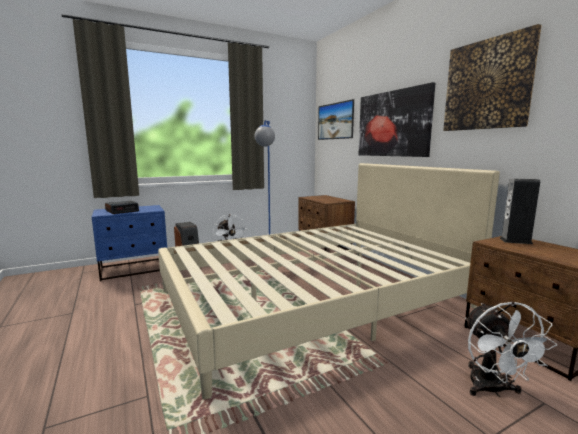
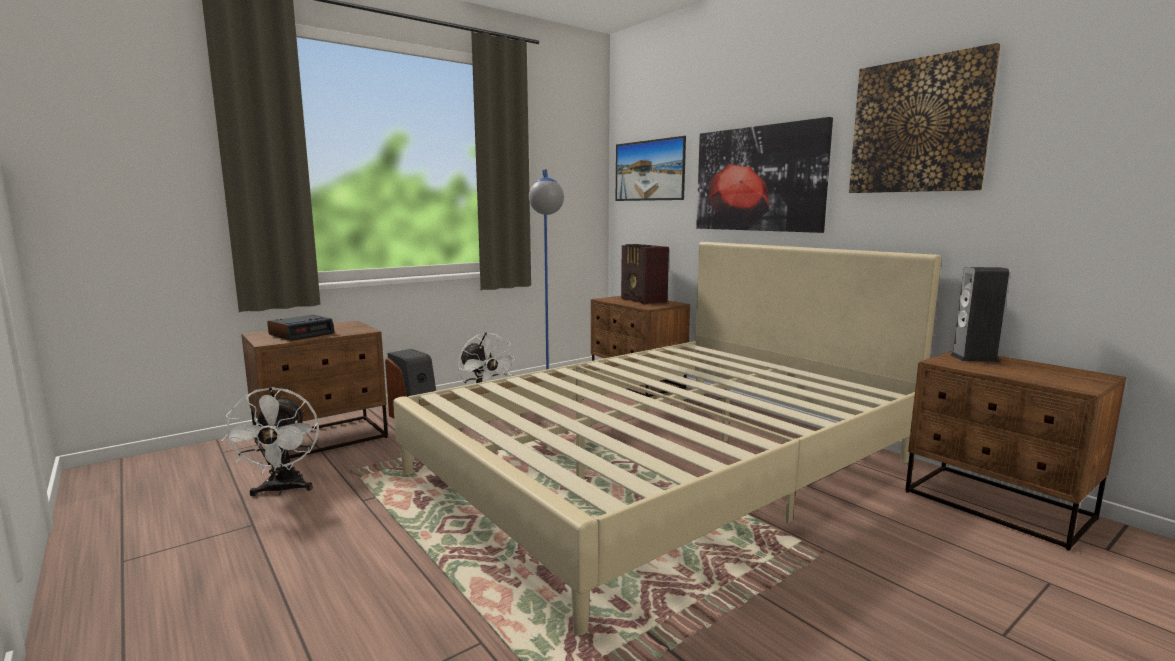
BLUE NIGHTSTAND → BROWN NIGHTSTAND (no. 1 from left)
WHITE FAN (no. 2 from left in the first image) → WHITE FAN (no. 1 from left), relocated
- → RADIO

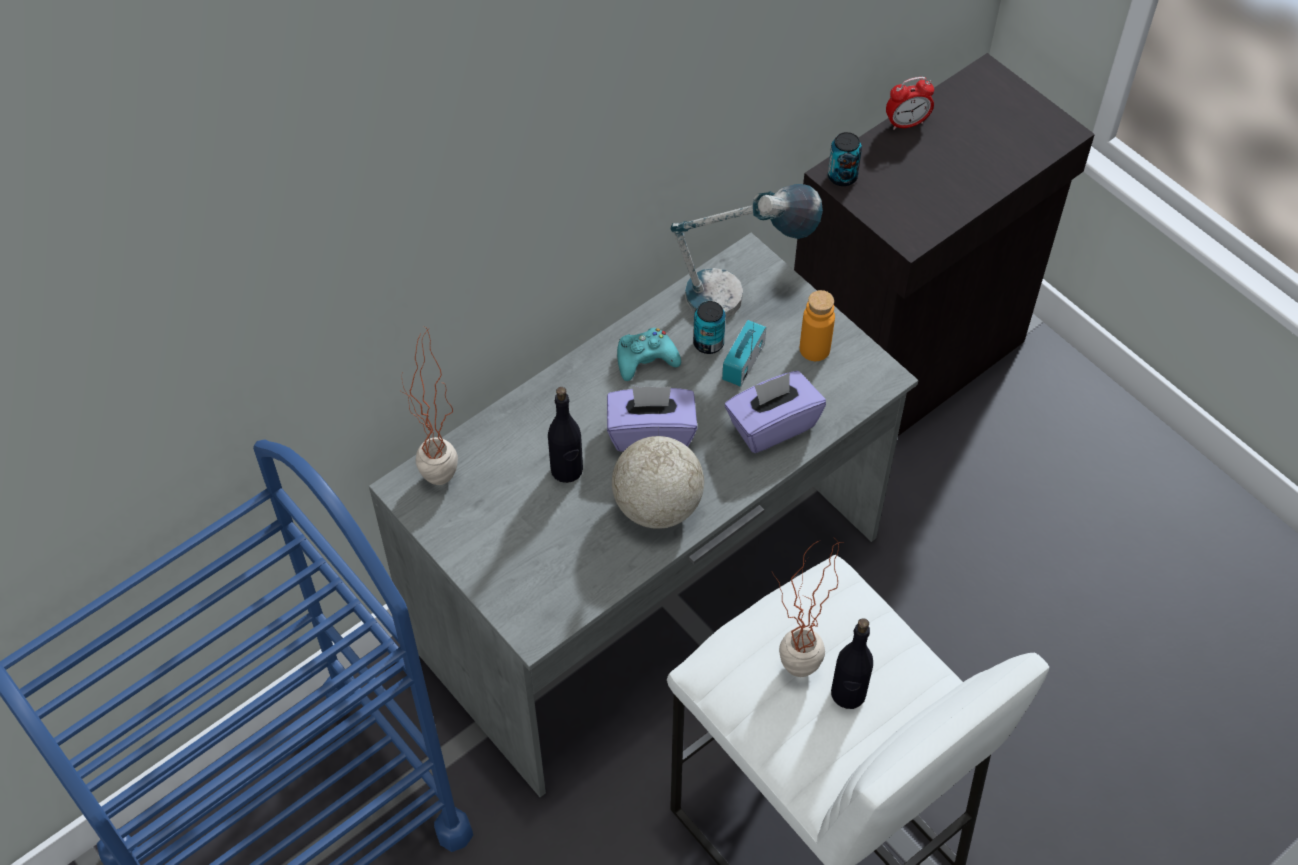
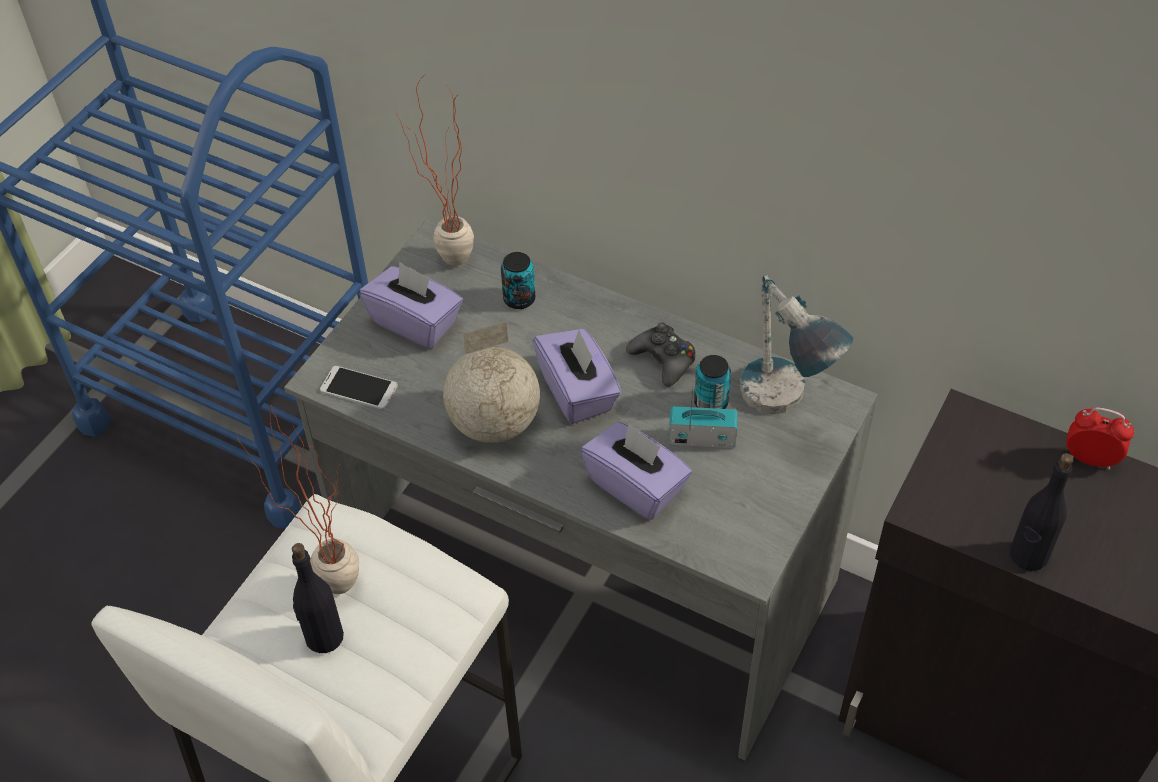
BLACK BOTTLE (no. 1 from left in the first image) → BLACK BOTTLE (no. 2 from left), relocated
TURQUOISE GAME CONTROLLER → BLACK GAME CONTROLLER
ORANGE BOTTLE → -
CAN (no. 2 from left in the first image) → CAN (no. 1 from left), relocated
ALARM CLOCK, 150 degrees clockwise
- → PHONE
- → PURPLE TISSUE BOX (no. 1 from left)

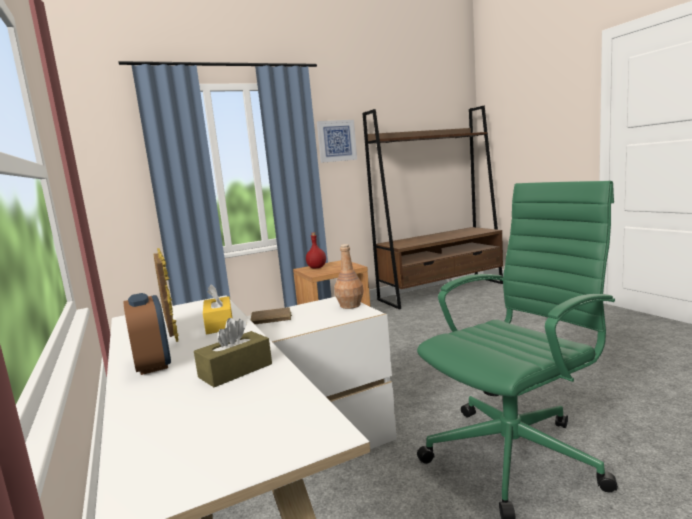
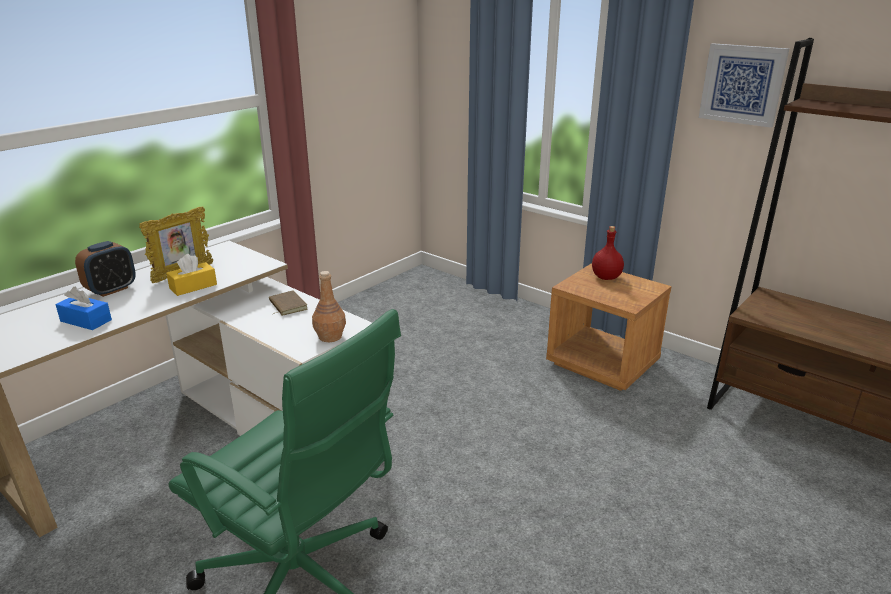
BROWN TISSUE BOX → BLUE TISSUE BOX

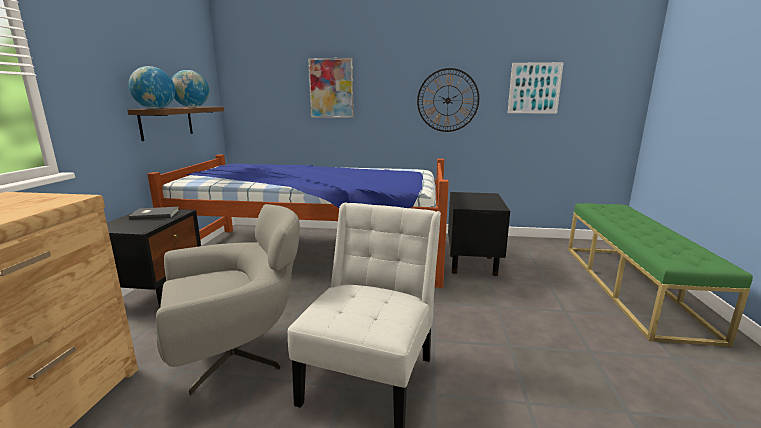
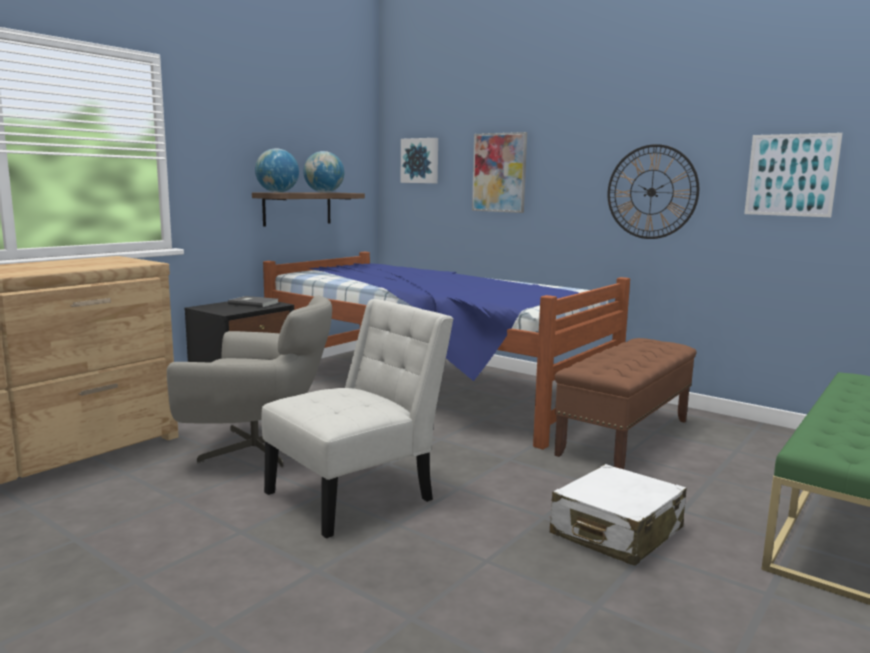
BLACK NIGHTSTAND (no. 2 from left) → BROWN BENCH
- → PICTURE (no. 1 from left)
- → WHITE SUITCASE

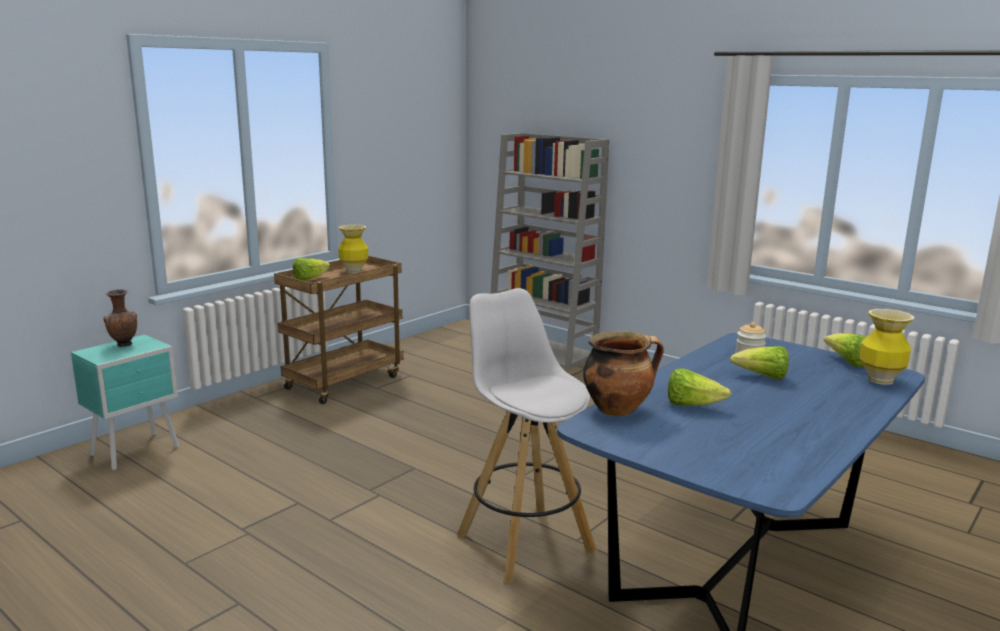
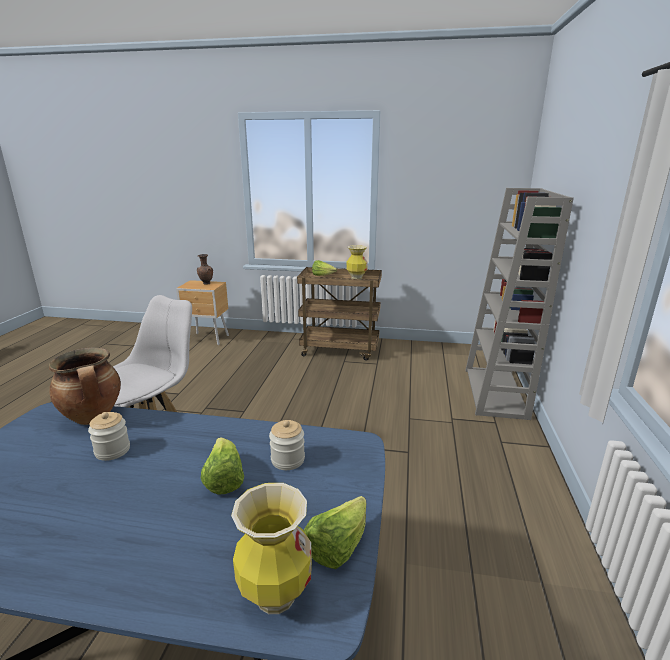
TURQUOISE NIGHTSTAND → BROWN NIGHTSTAND
LETTUCE (no. 2 from left) → JAR (no. 1 from left)

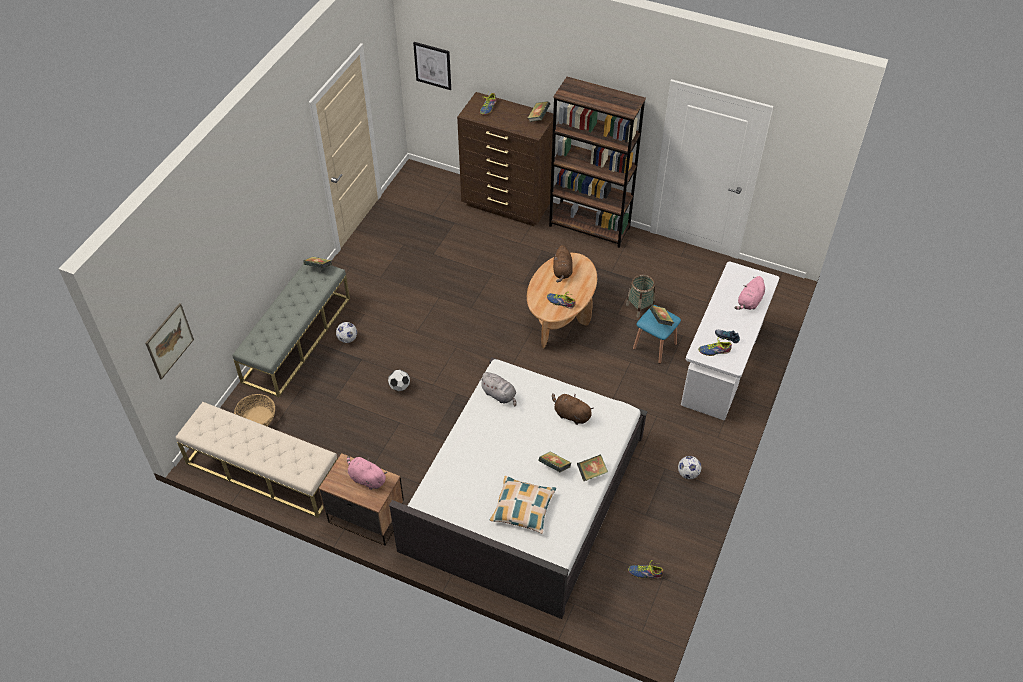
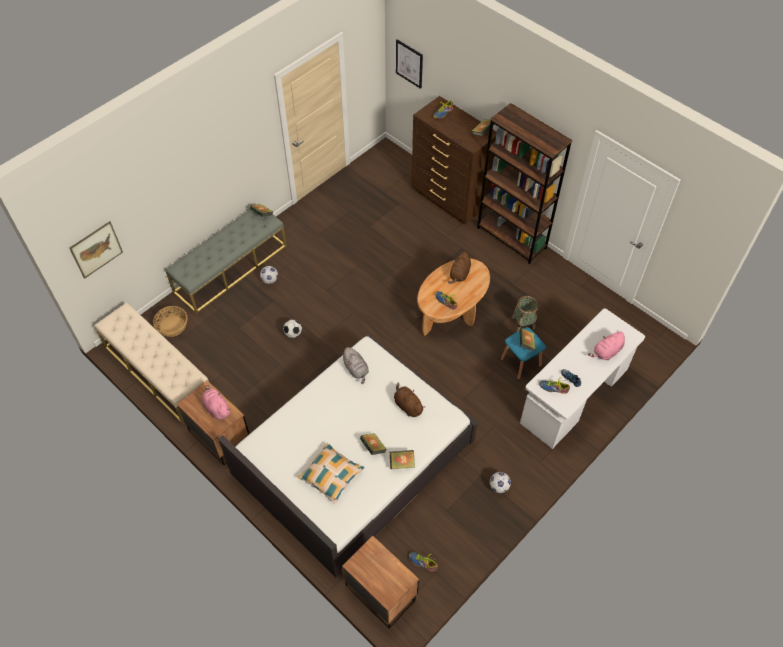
- → NIGHTSTAND (no. 2 from left)

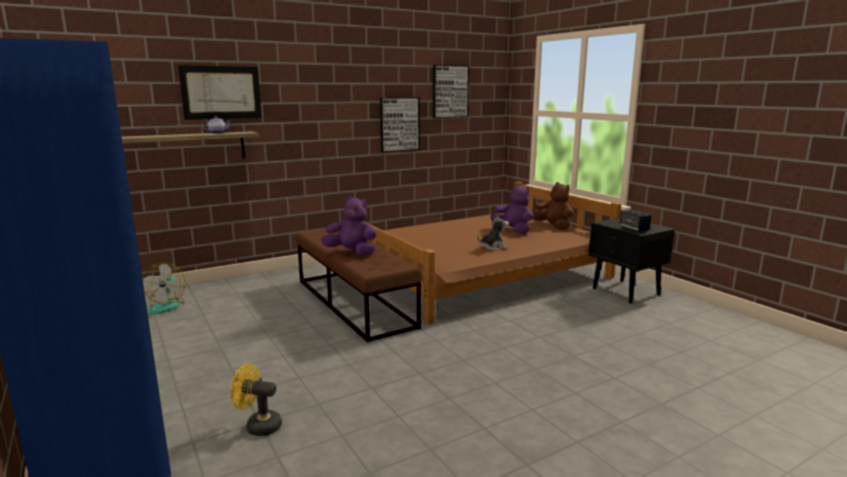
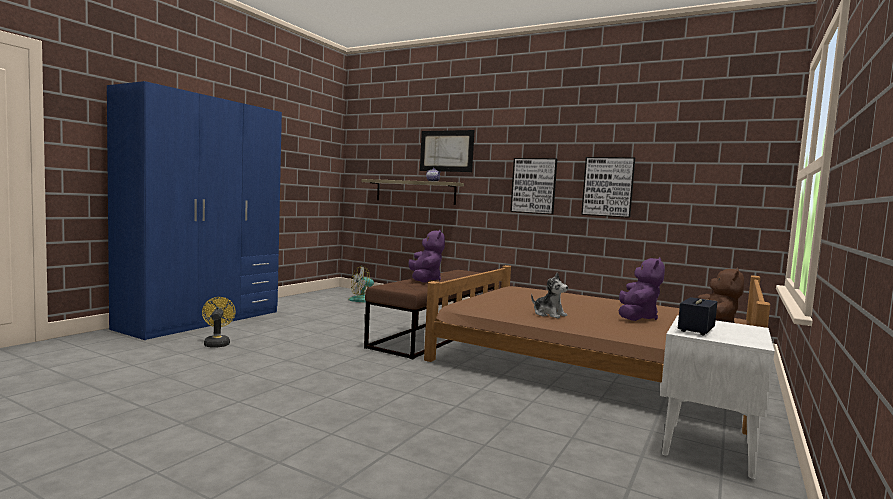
PICTURE (no. 3 from left in the first image) → PICTURE (no. 2 from left), relocated
BLACK NIGHTSTAND → WHITE NIGHTSTAND

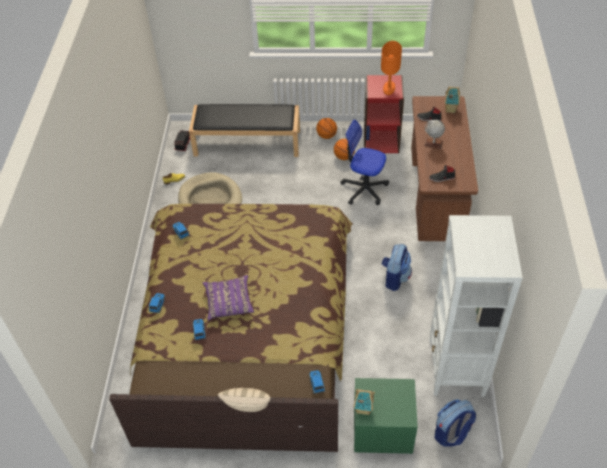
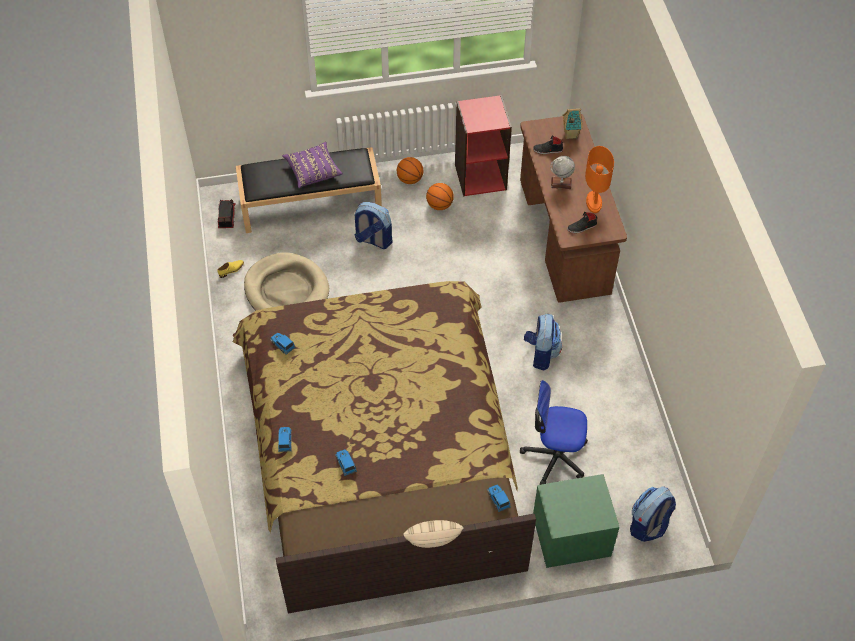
PURPLE PILLOW, relocated
OFFICE CHAIR, relocated
TOY HOUSE (no. 1 from left) → -
ORANGE TABLE LAMP, relocated
WHITE BOOKCASE → -
- → BACKPACK (no. 1 from left)

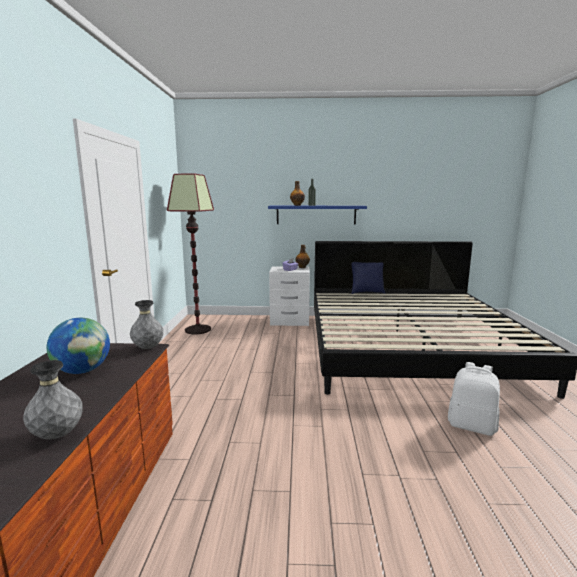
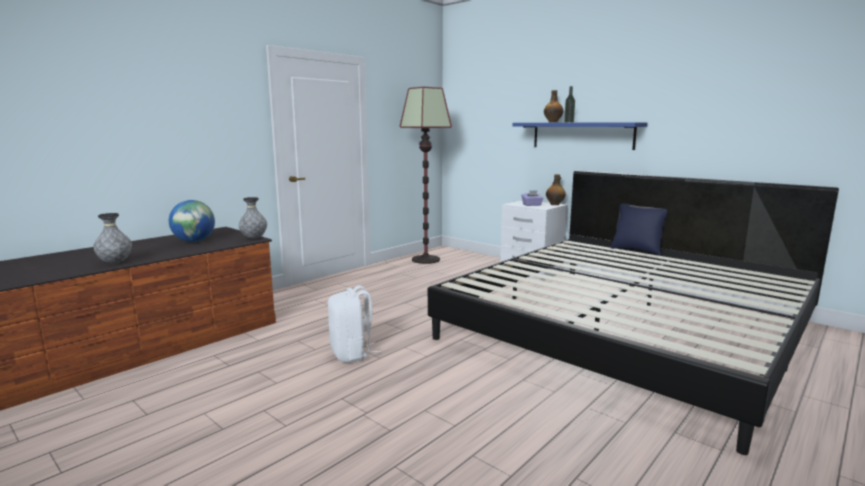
WHITE BACKPACK, relocated

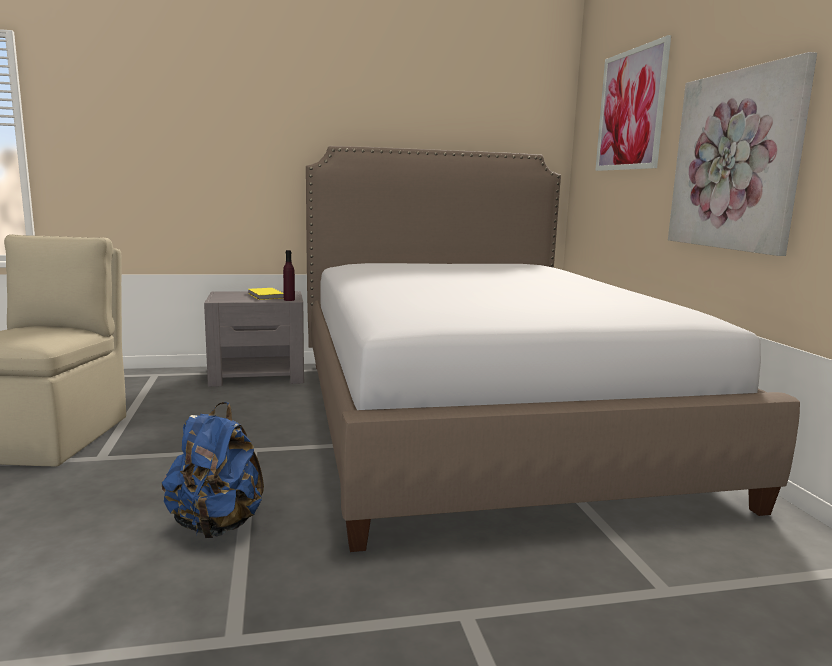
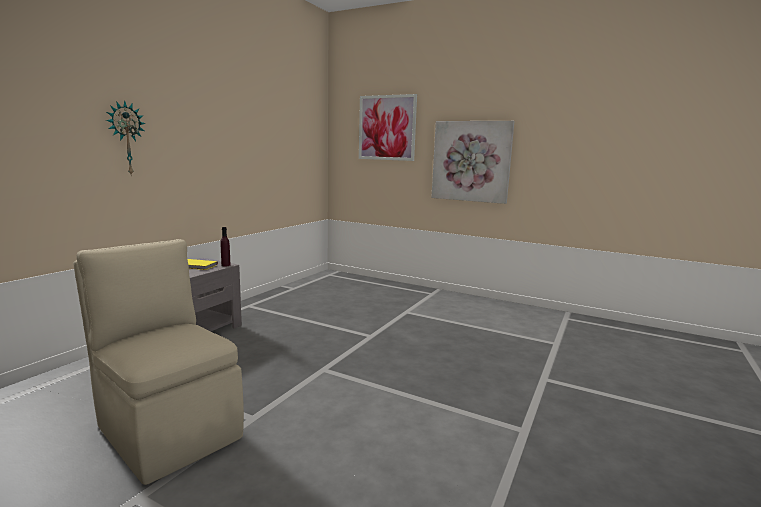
BLUE BACKPACK → -
BED → -
- → WALL CLOCK

